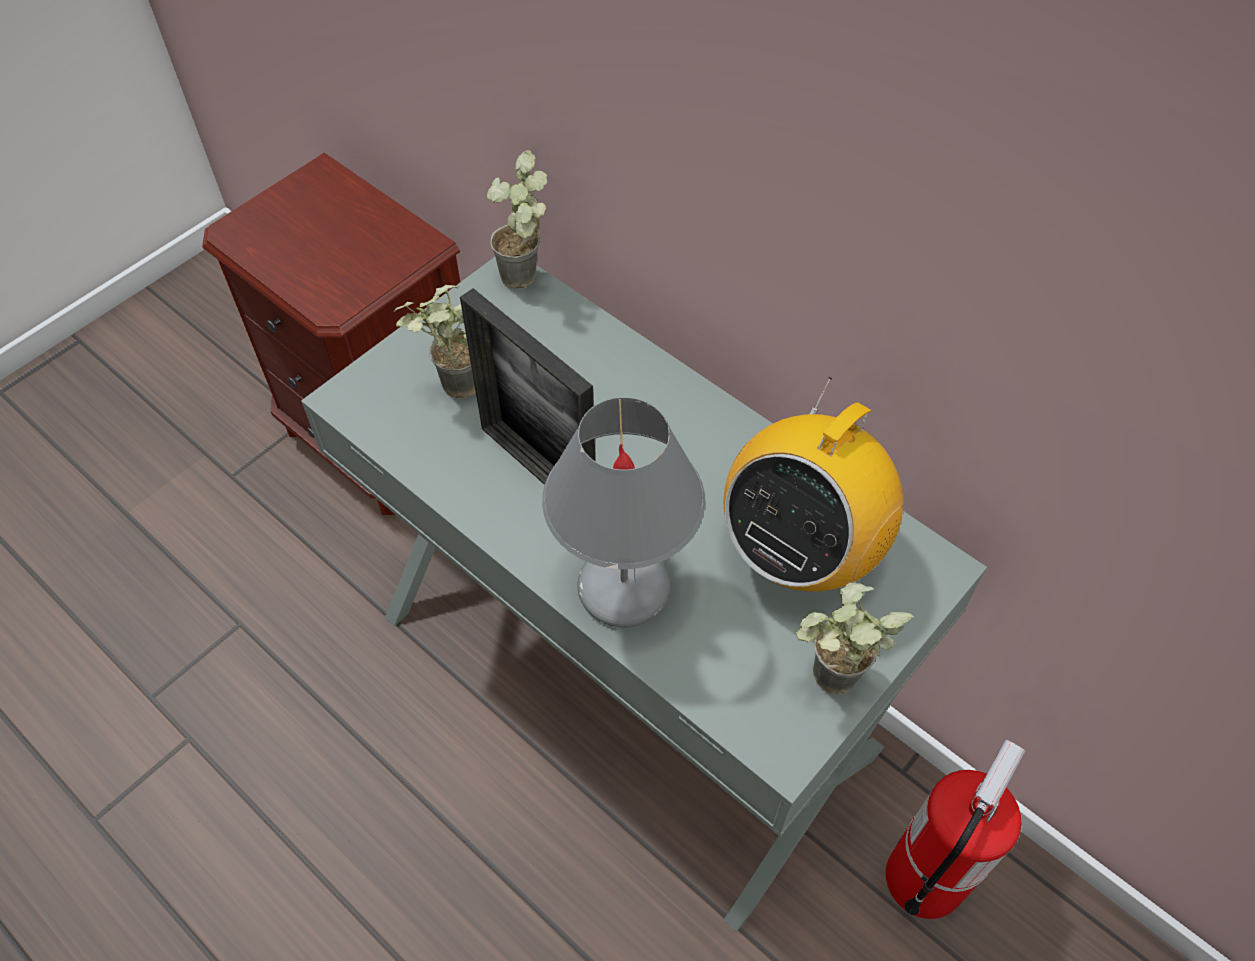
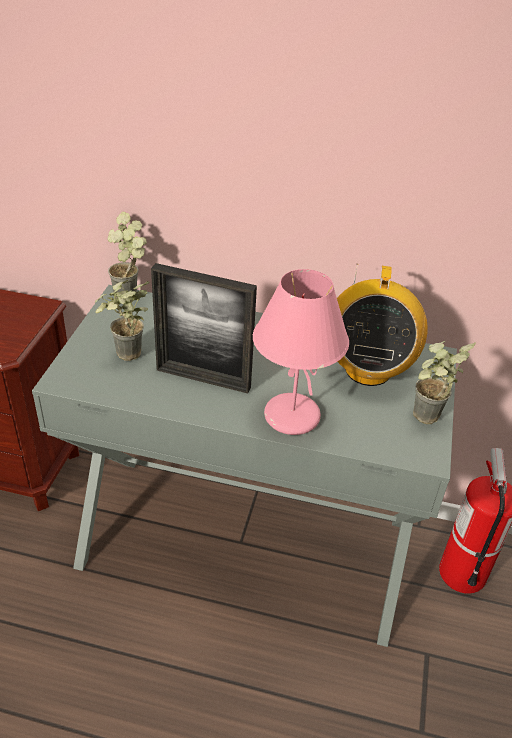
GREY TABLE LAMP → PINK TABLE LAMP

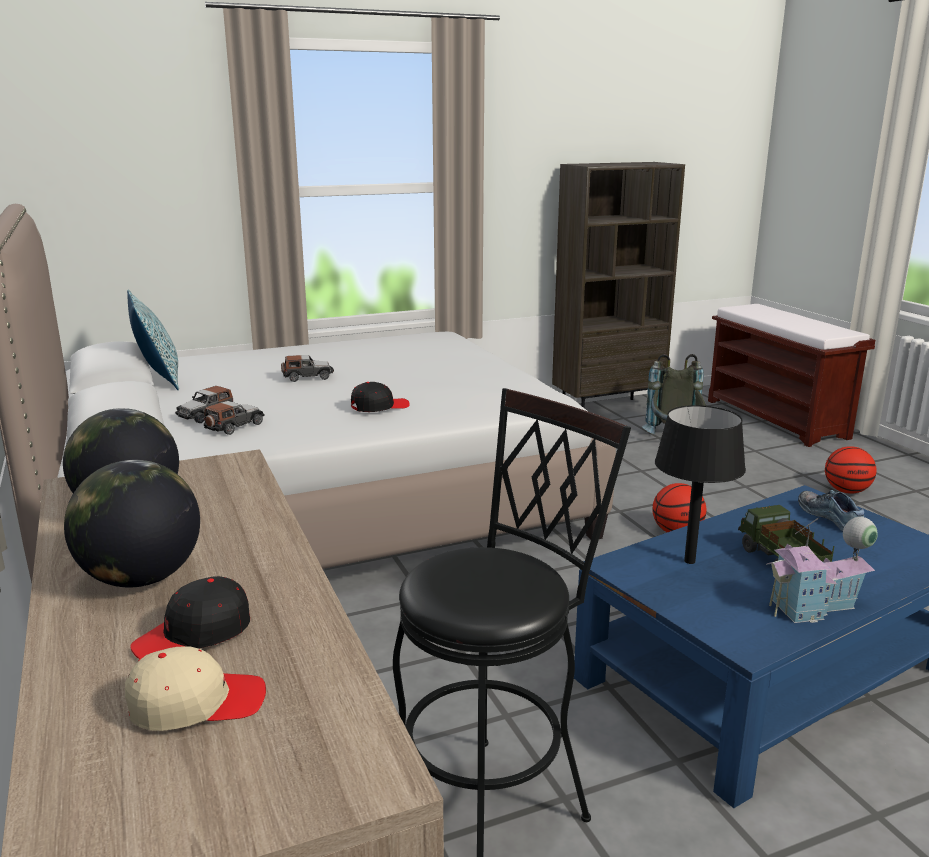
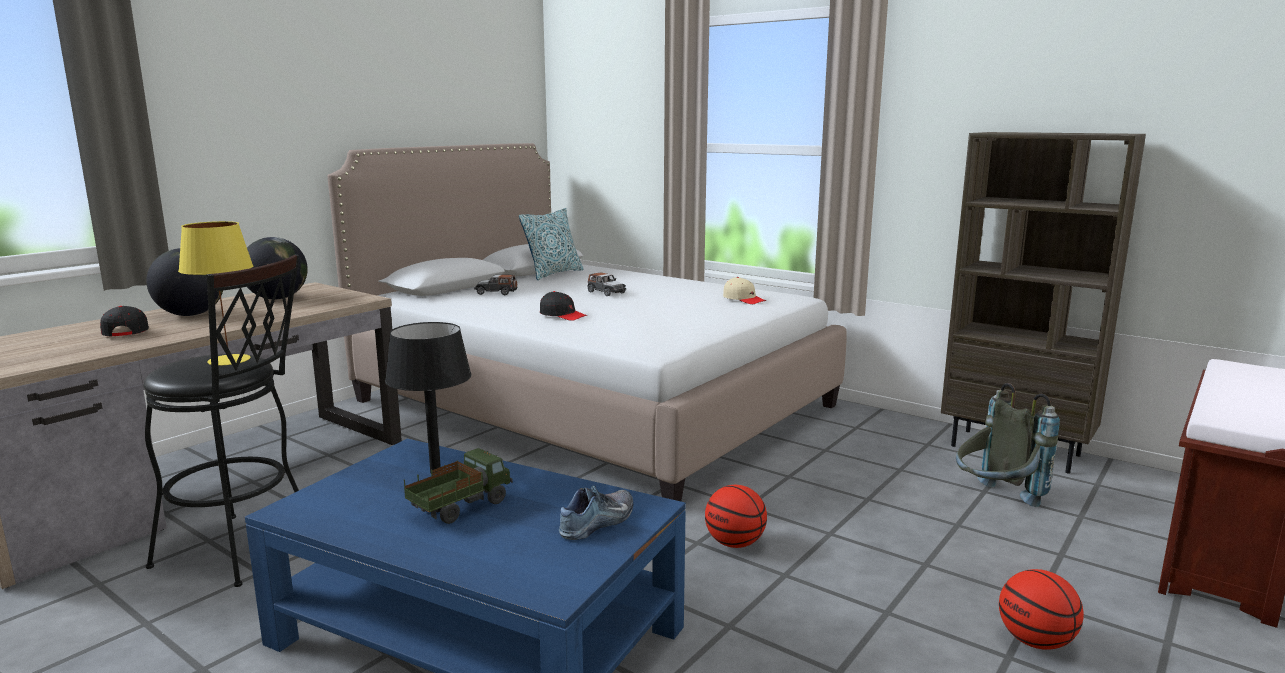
BEIGE CAP, relocated
BLACK CAP (no. 1 from left), 45 degrees clockwise
TOY CAR (no. 2 from left) → -
TOY HOUSE → -
- → YELLOW TABLE LAMP

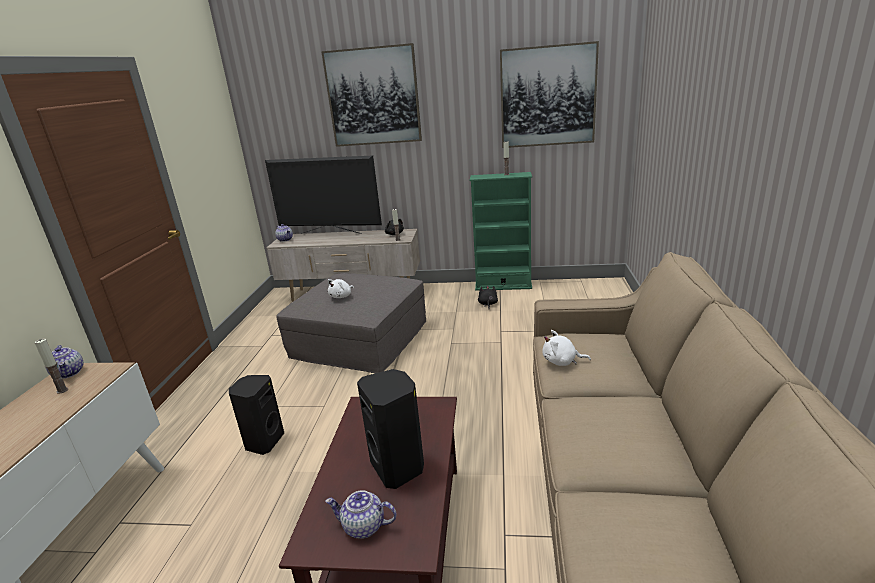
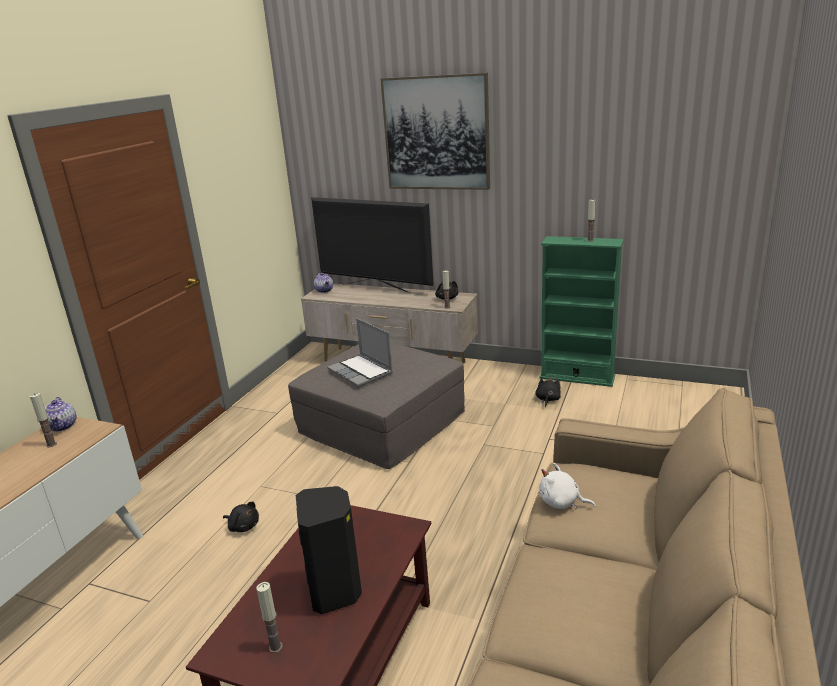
BLACK SPEAKER (no. 1 from left) → BLACK PLUSH TOY (no. 1 from left)
TEAPOT (no. 3 from left) → CANDLE (no. 2 from left)
WHITE PLUSH TOY (no. 1 from left) → LAPTOP
PICTURE (no. 2 from left) → -

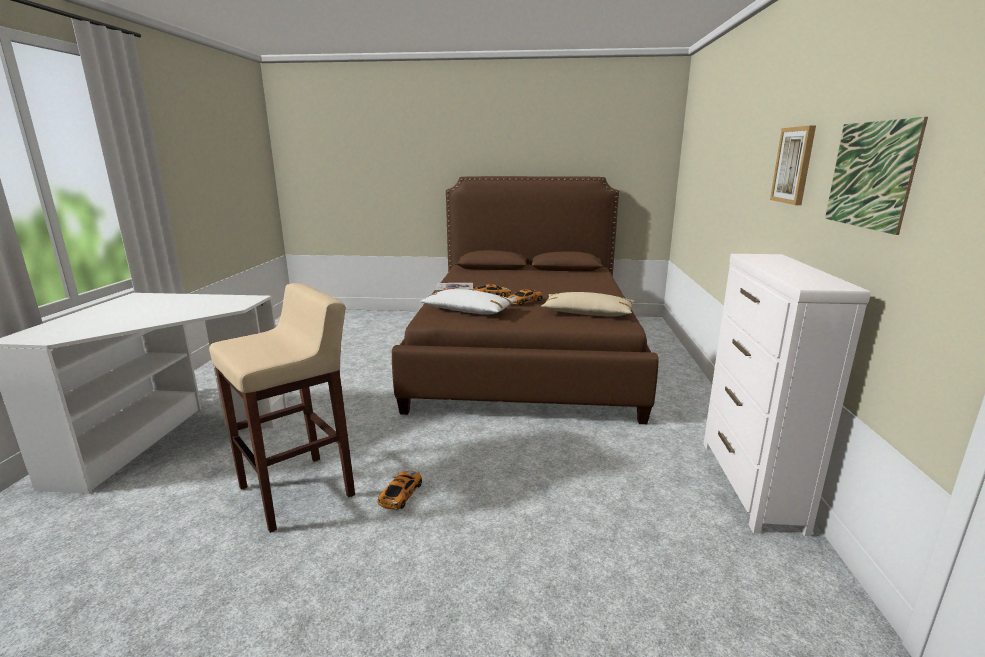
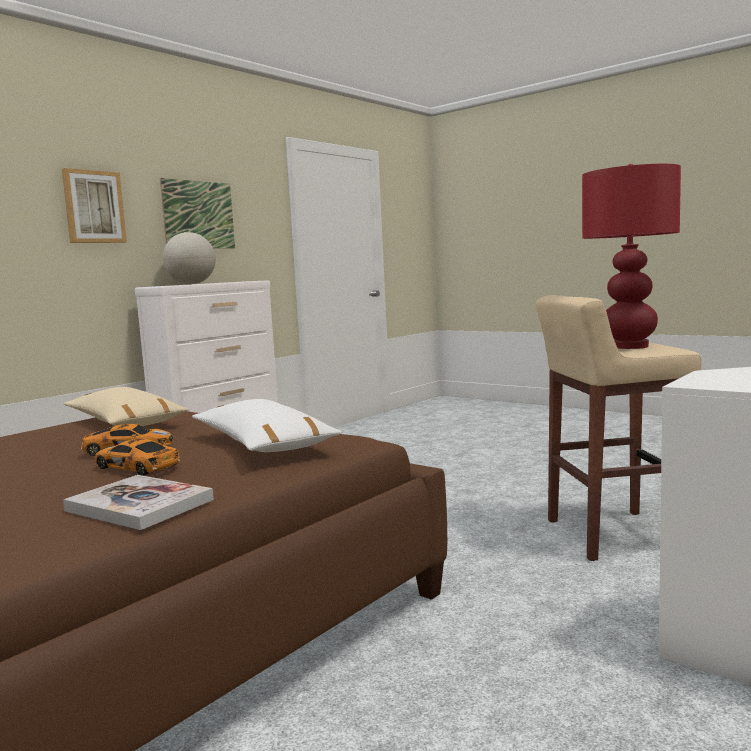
TOY CAR (no. 1 from left) → -
- → GLOBE
- → RED TABLE LAMP

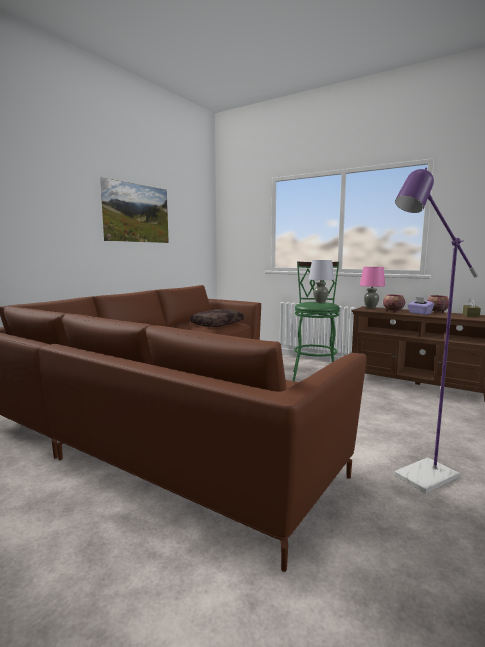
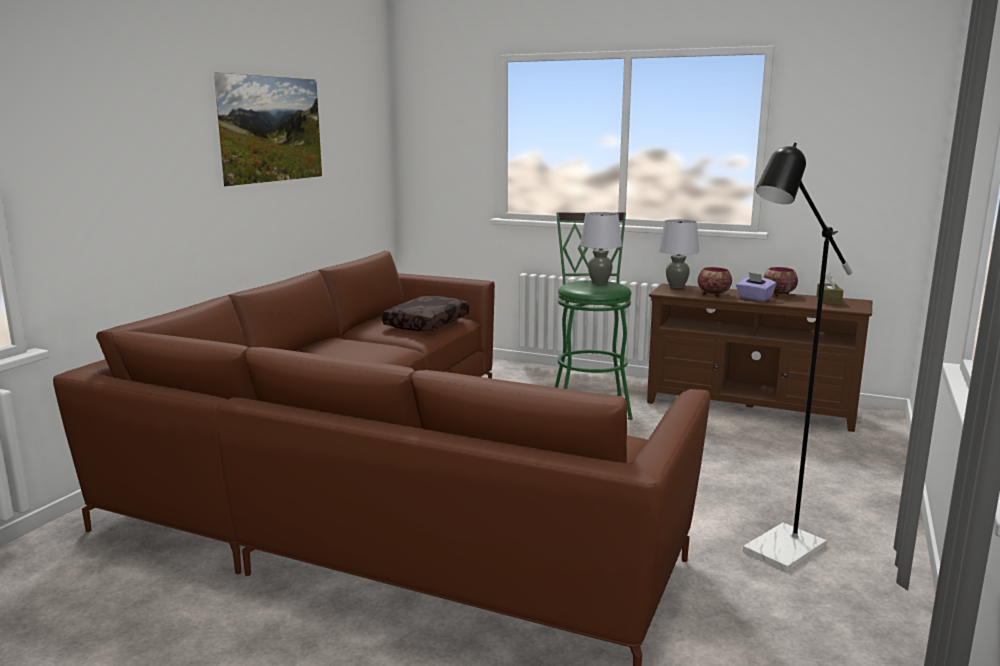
PINK TABLE LAMP → GREY TABLE LAMP (no. 2 from left)
PURPLE FLOOR LAMP → BLACK FLOOR LAMP

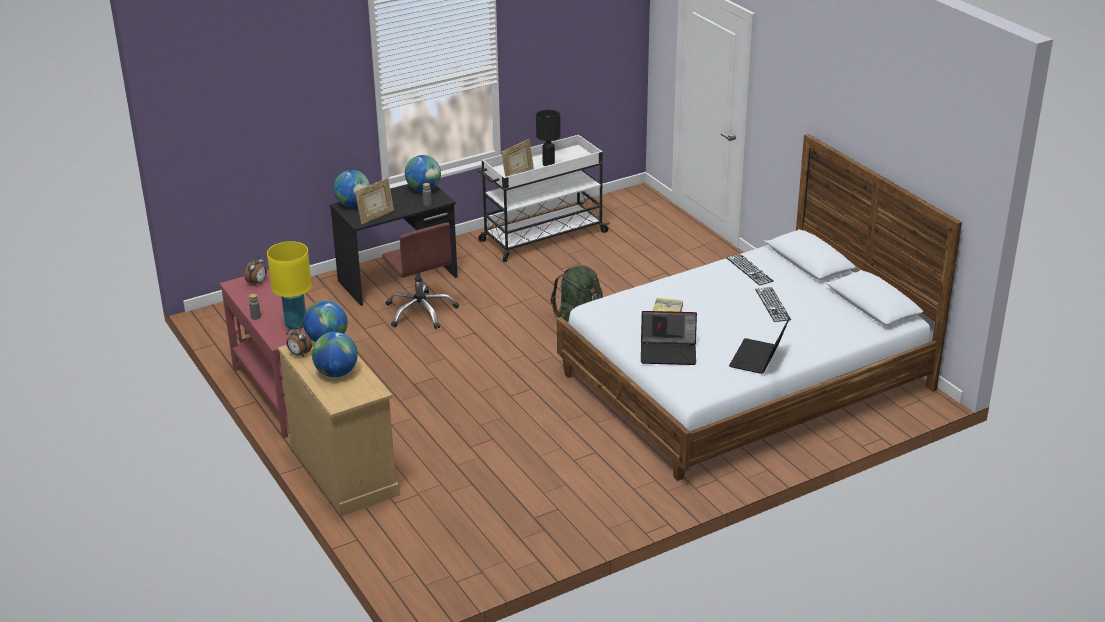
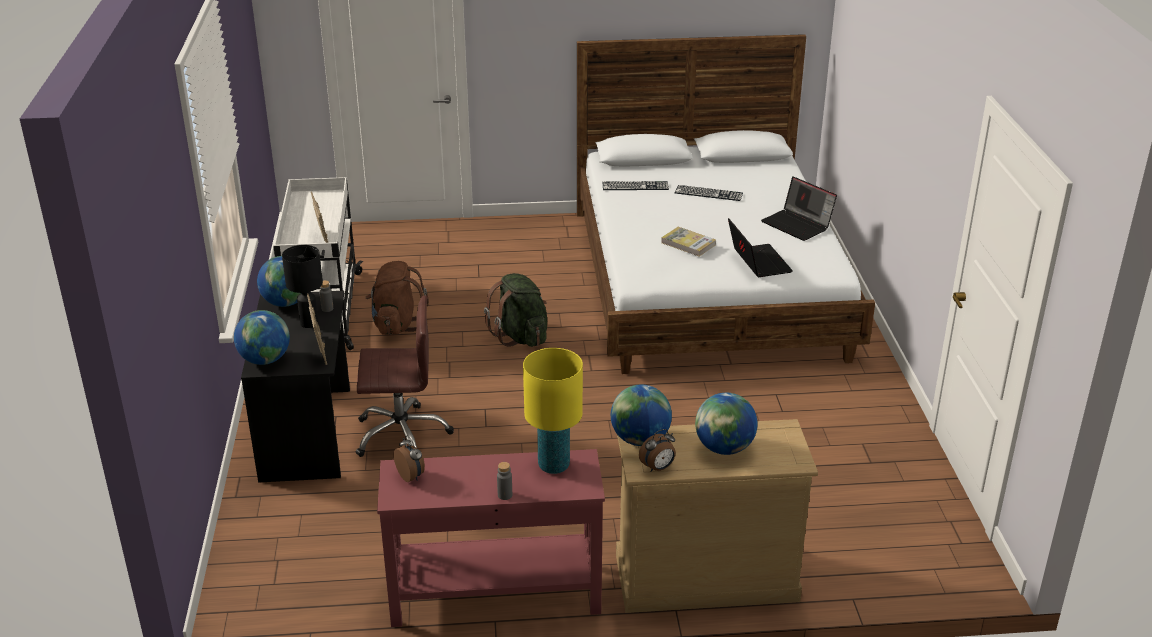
BLACK TABLE LAMP, relocated
LAPTOP (no. 1 from left), 45 degrees counterclockwise
- → BROWN BACKPACK

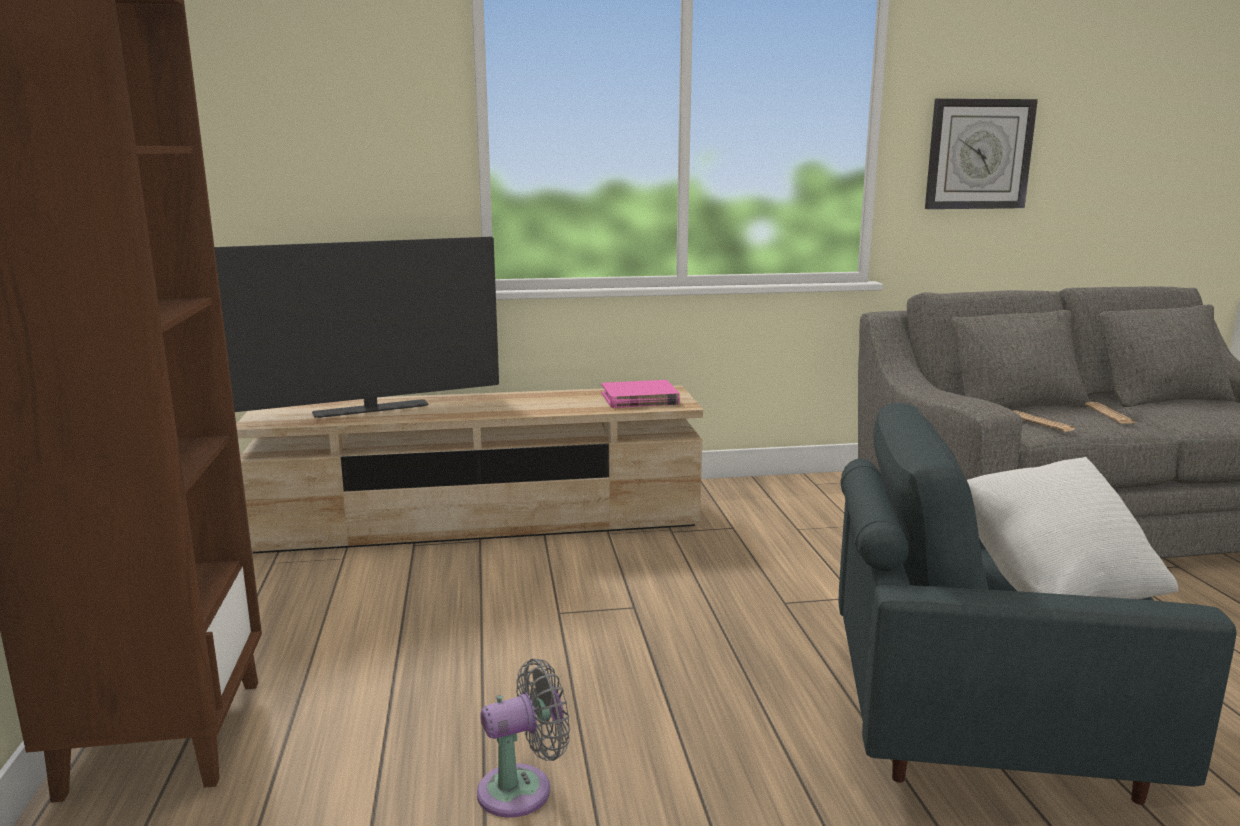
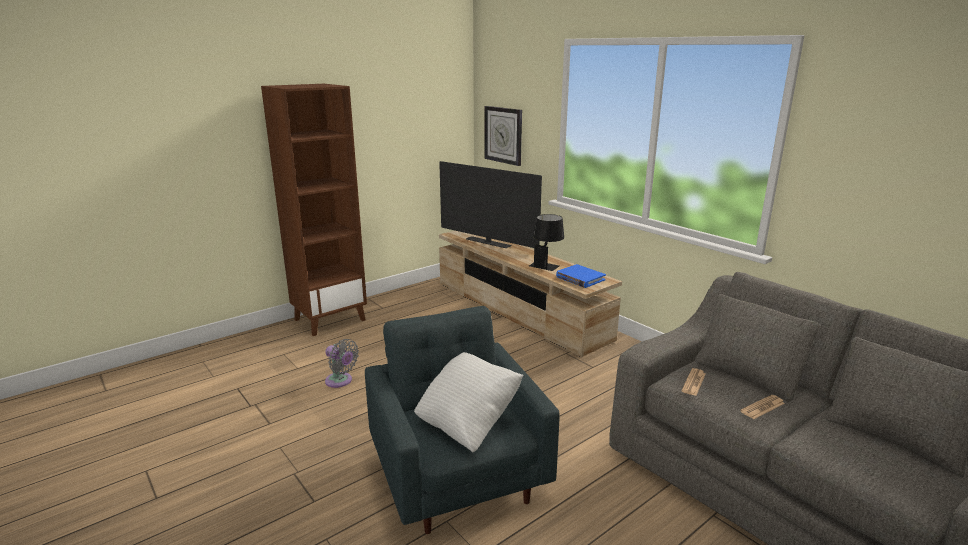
PINK BOOK → BLUE BOOK
WALL CLOCK, relocated
- → BLACK TABLE LAMP

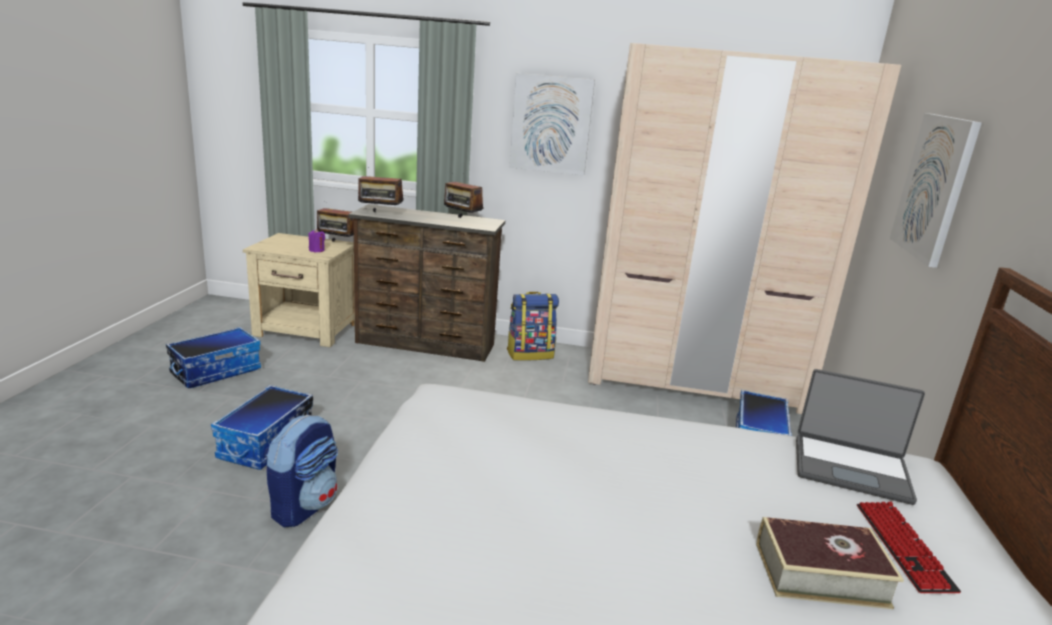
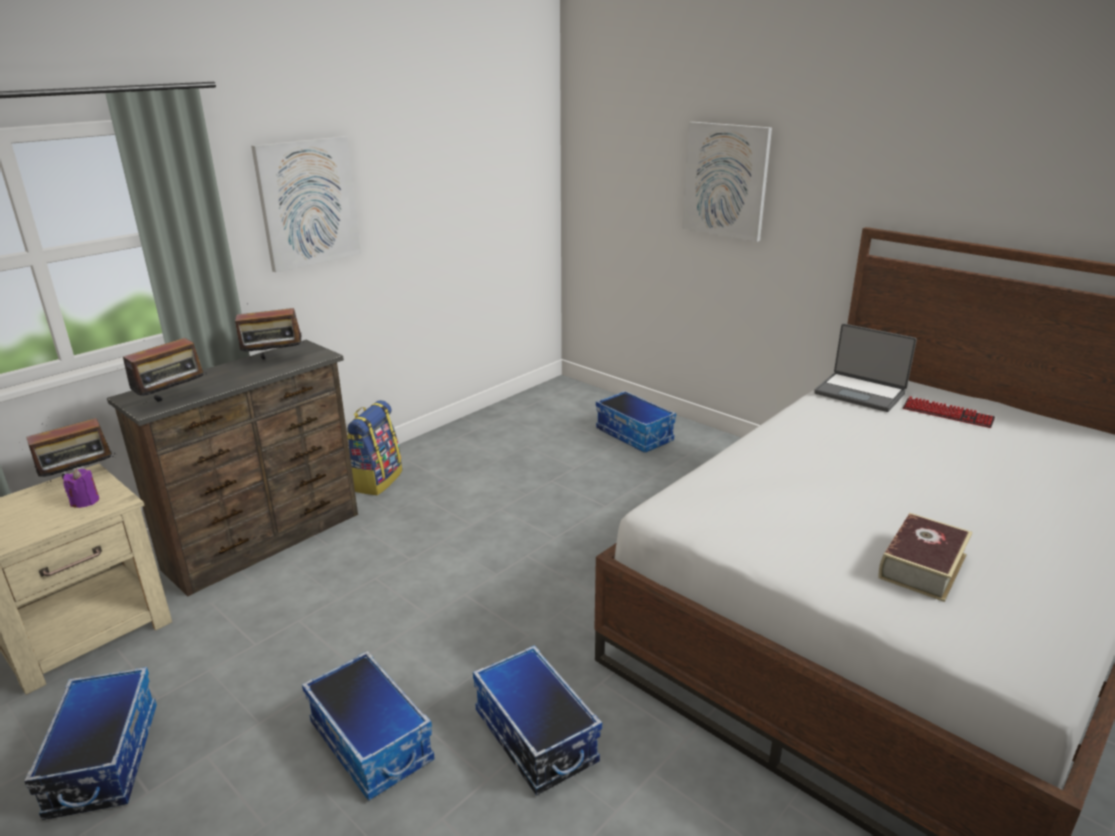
BACKPACK (no. 1 from left) → STORAGE BOX (no. 3 from left)
BEIGE WARDROBE → -
BOOK, relocated
LAPTOP, 75 degrees clockwise

